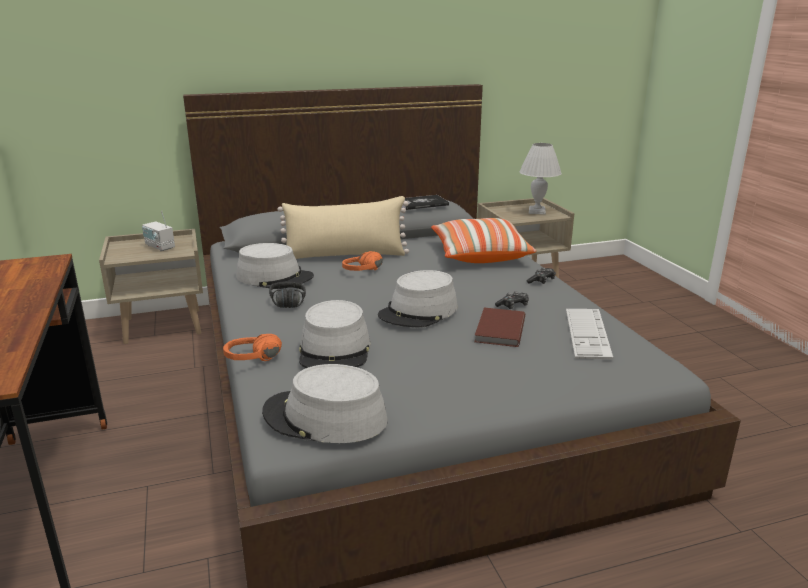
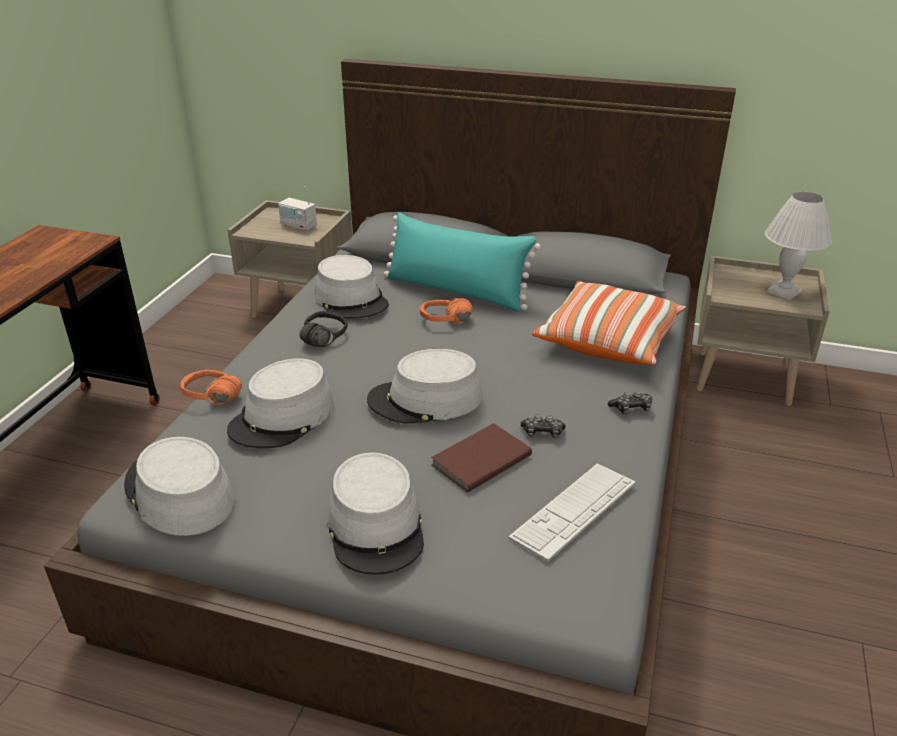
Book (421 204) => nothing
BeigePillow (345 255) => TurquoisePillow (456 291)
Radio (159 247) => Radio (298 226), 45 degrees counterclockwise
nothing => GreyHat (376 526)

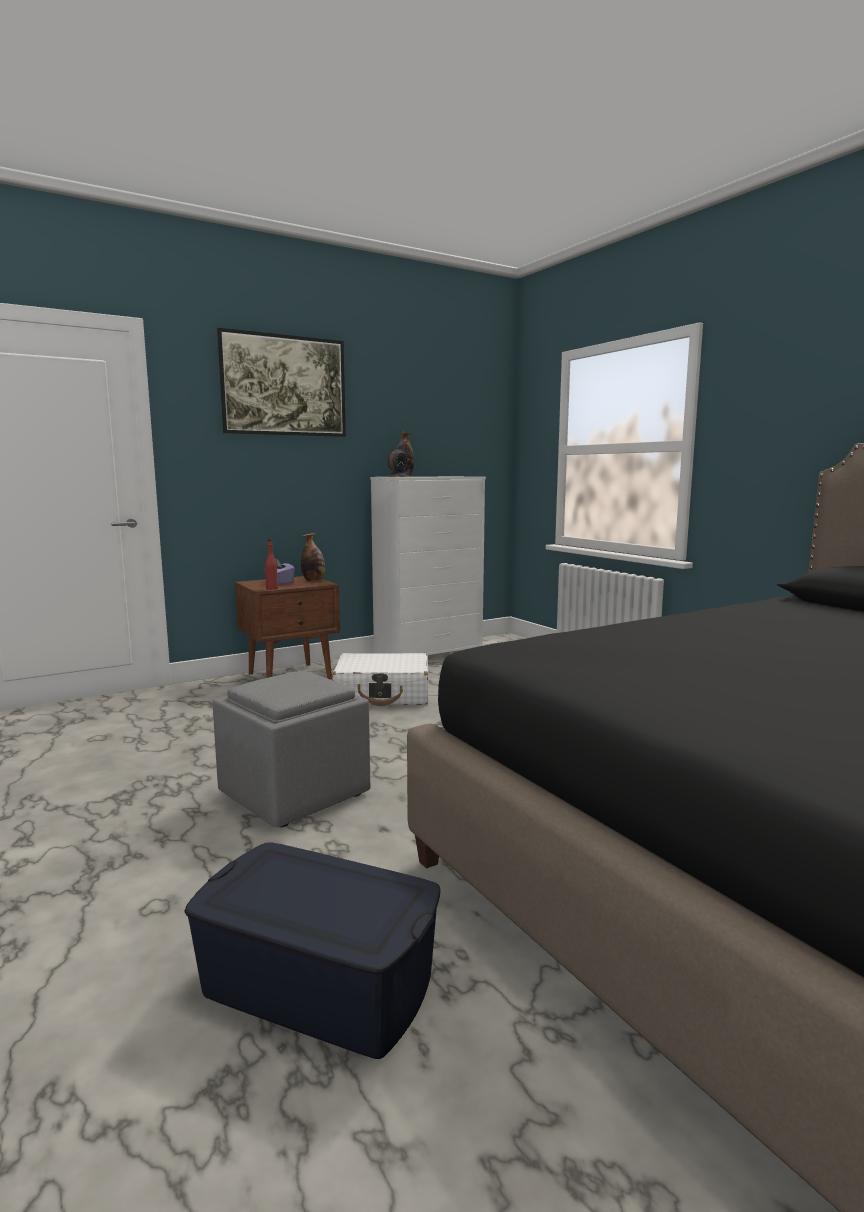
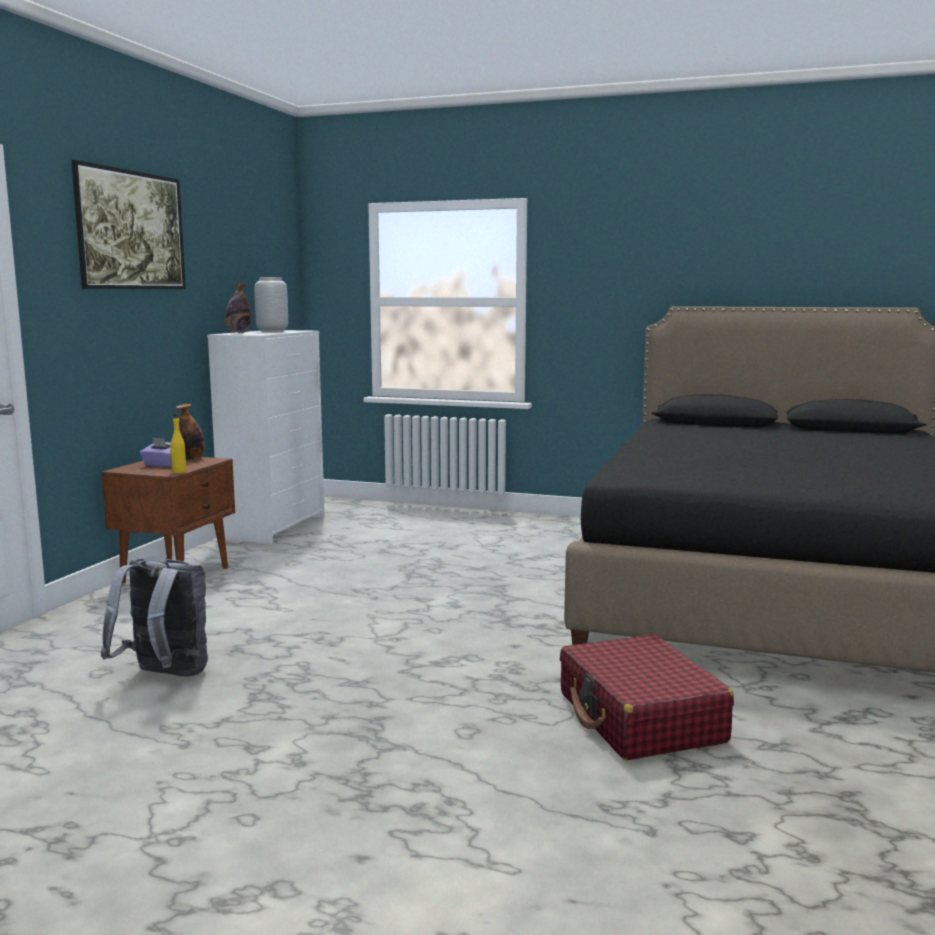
AlarmClock (397 476) => nothing
RedBottle (271 588) => YellowBottle (179 471)
WhiteSuitcase (383 694) => nothing
GreyOttoman (296 794) => nothing
BlueStorageBox (318 985) => RedSuitcase (640 718)
nothing => GreyVase (272 331)
nothing => GreyBackpack (164 676)

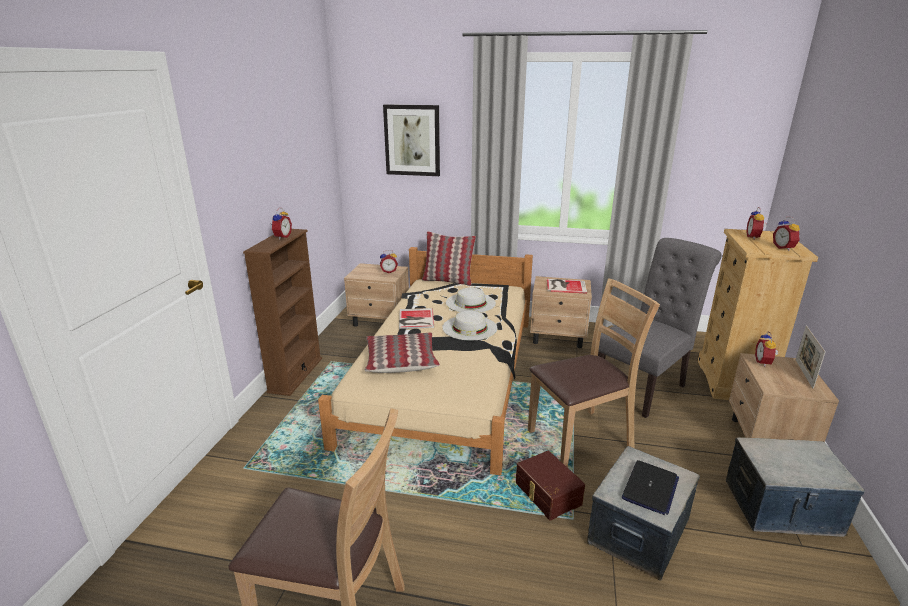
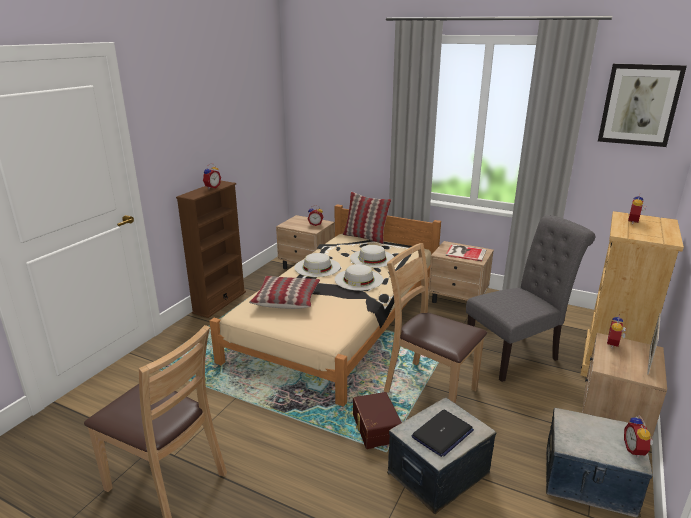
Picture (412 140) => Picture (639 105), moved
AlarmClock (784 248) => AlarmClock (635 450), moved
BrownChair (580 438) => BrownChair (429 389), 135 degrees counterclockwise
Book (415 319) => WhiteHat (317 267)

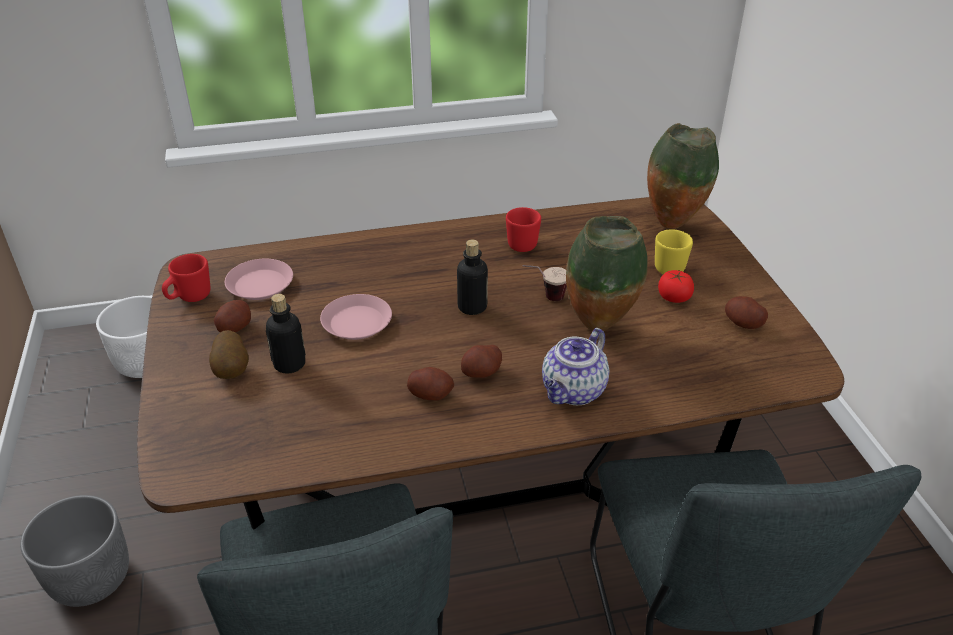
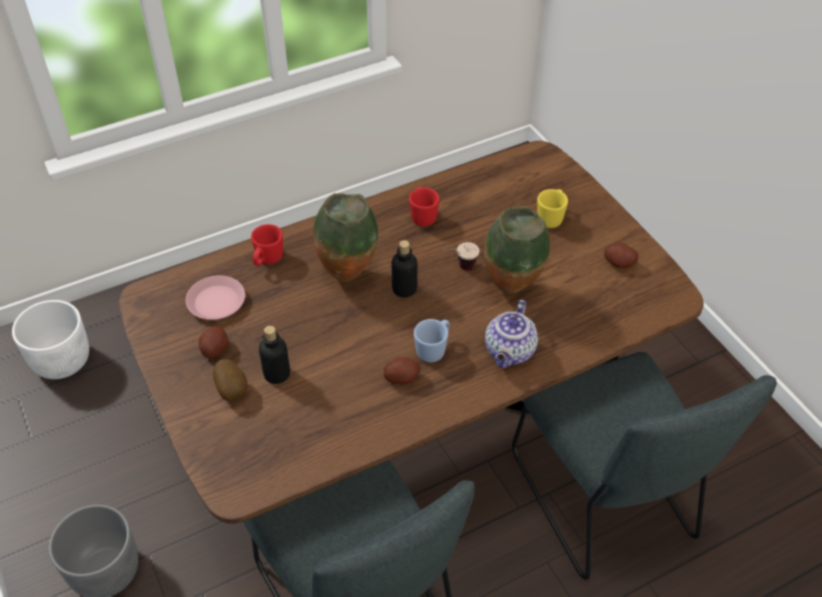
Vase (673 224) => Vase (348 275), moved
RedMug (189 298) => RedMug (267 260), moved
Tomato (674 297) => nothing
PinkPlate (357 322) => nothing
Potato (481 372) => BlueMug (434 349)

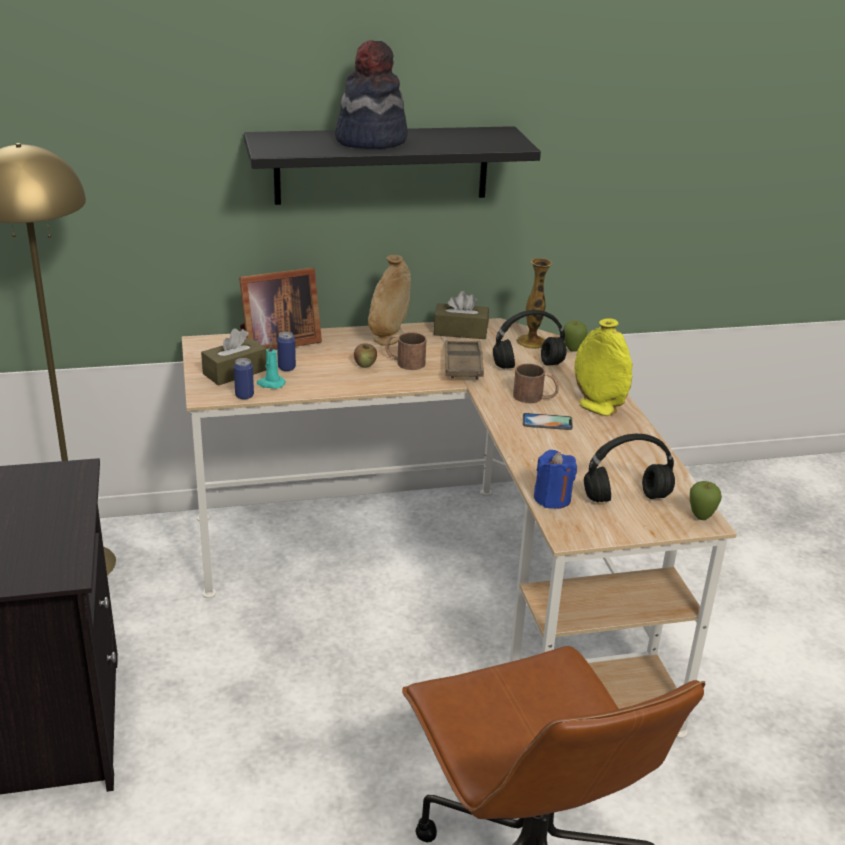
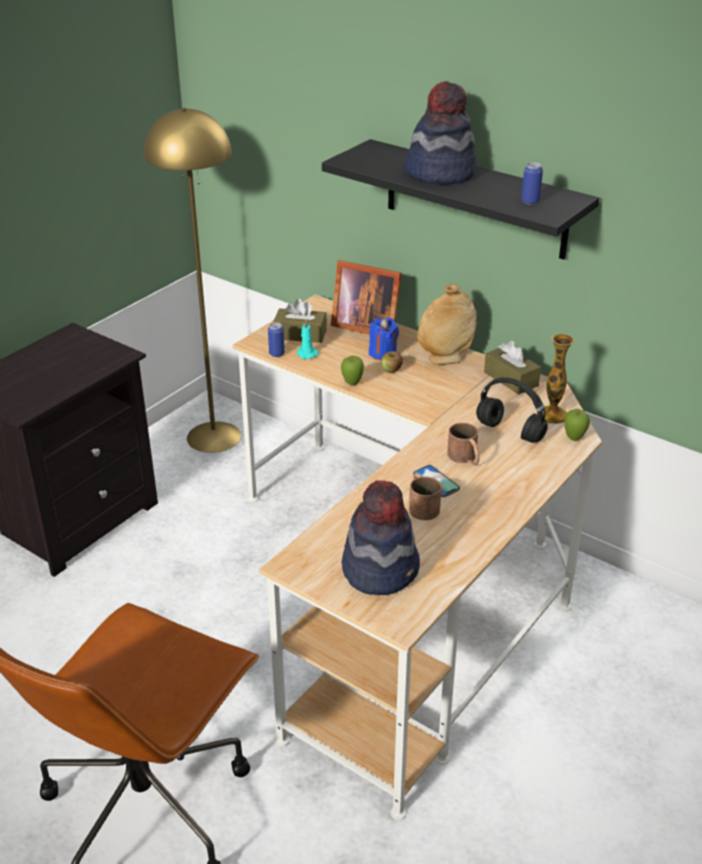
YellowVase (597 407) => nothing
Can (286 368) => Can (530 201), moved
BrownMug (404 362) => BrownMug (421 505), moved
BrownTray (463 365) => nothing
BlackHeadphones (627 497) => Hat (381 569)
BlueCandle (552 498) => BlueCandle (383 353), moved
Apple (700 518) => Apple (352 384), moved

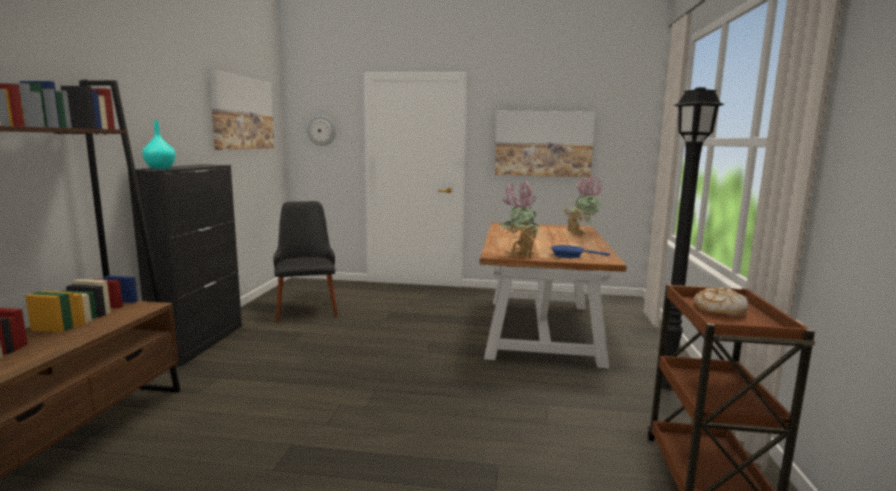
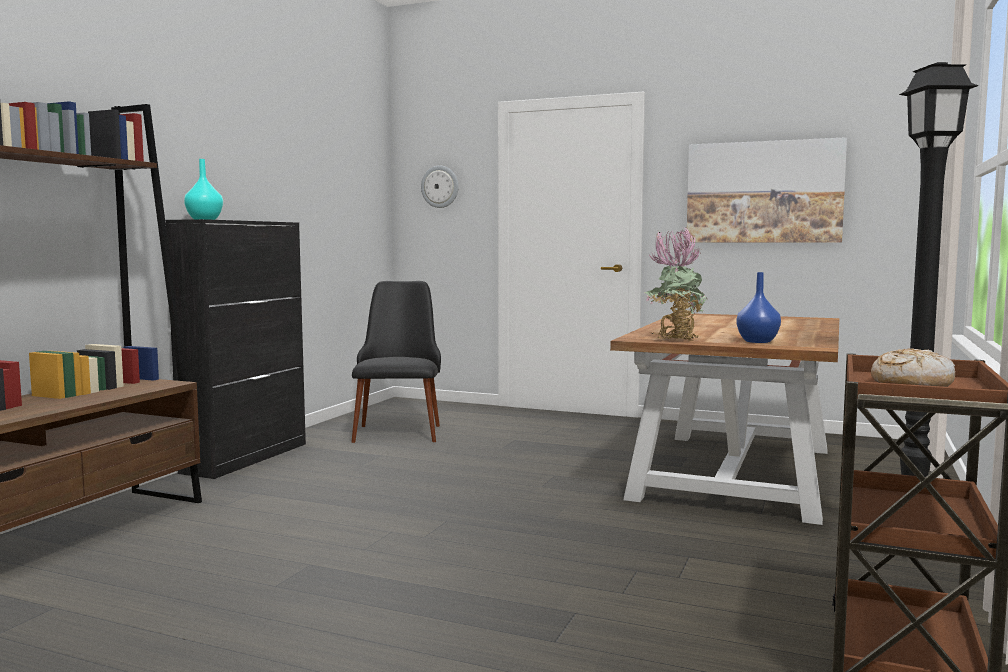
Picture (242 113) => nothing
PottedPlant (581 234) => nothing
BlueFryingPan (570 255) => BlueVase (756 341)

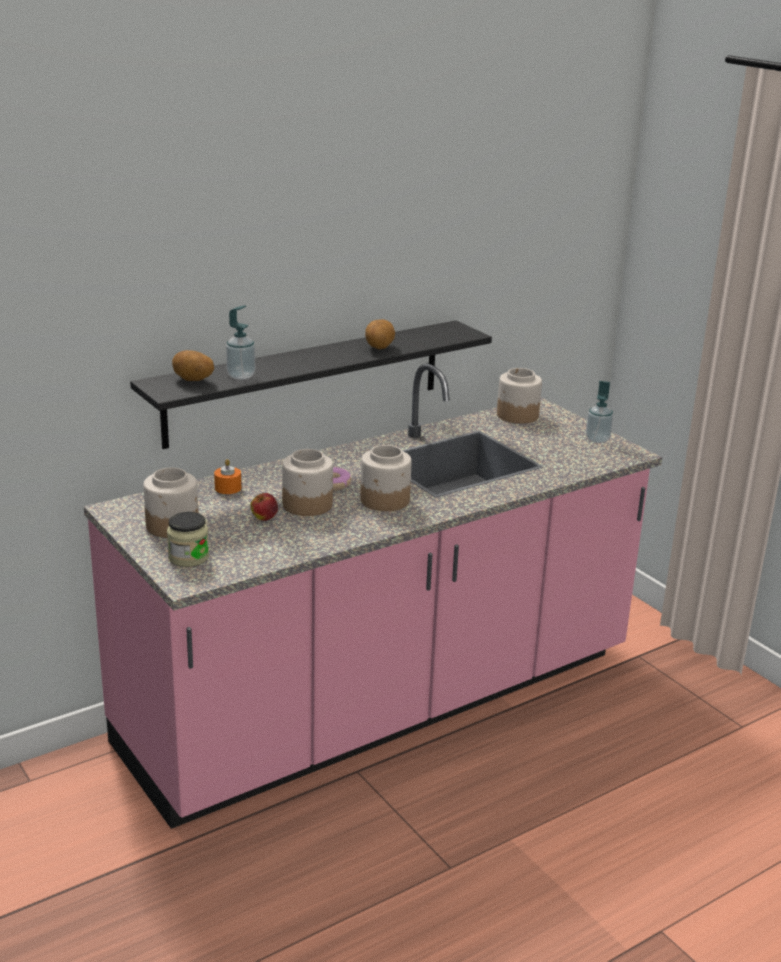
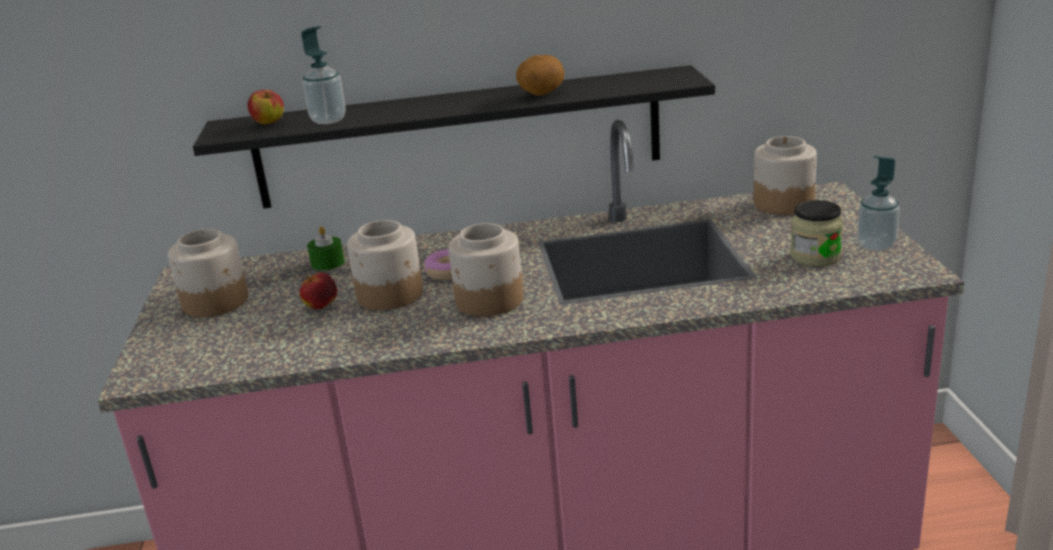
Potato (193 380) => Apple (269 123)
OrangeCandle (228 488) => GreenCandle (327 263)
Jar (188 557) => Jar (815 256), moved

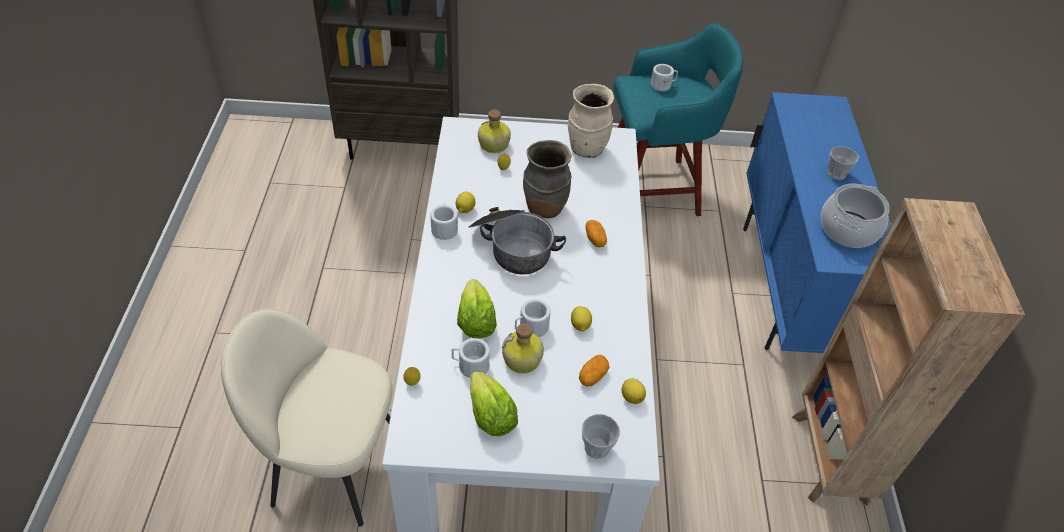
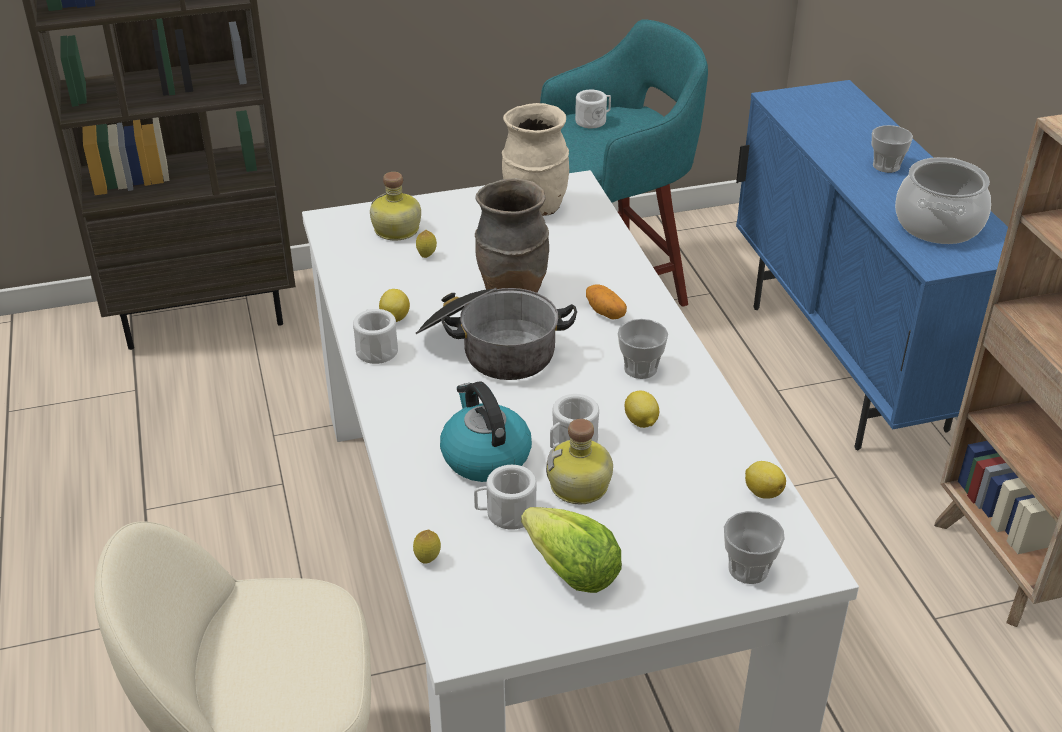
Lettuce (475 322) => Kettle (484 456)
Potato (592 376) => nothing
nothing => Cup (640 368)

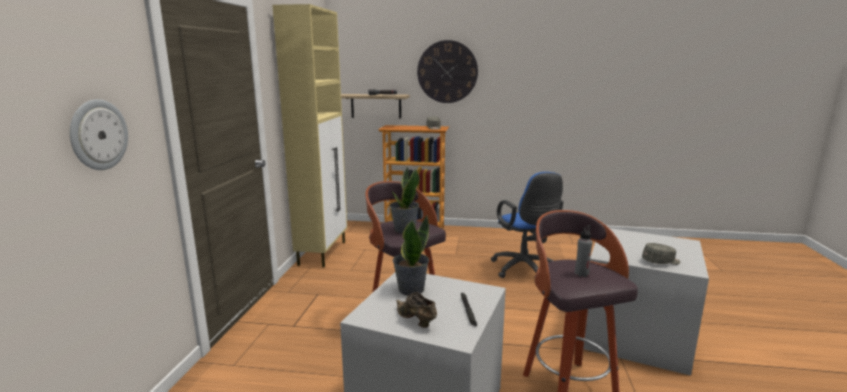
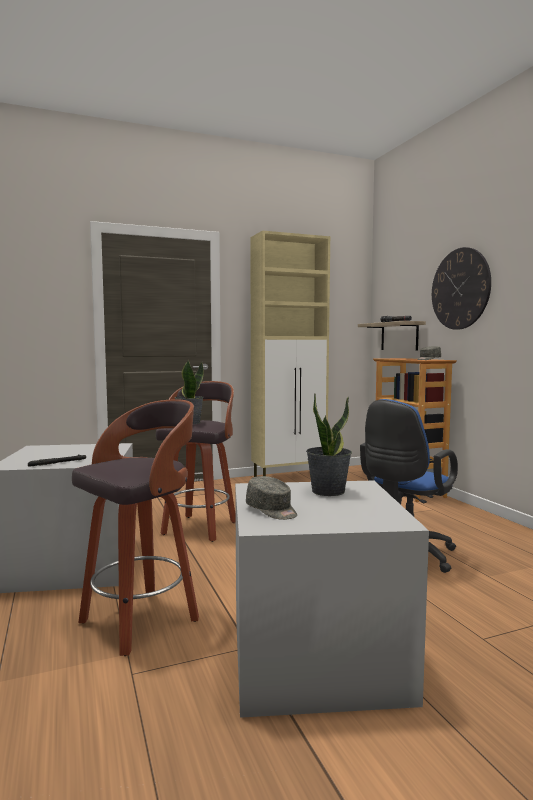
WallClock (98 135) => nothing
PottedPlant (410 289) => PottedPlant (328 491), moved
GreyBottle (581 274) => nothing
BrownShoe (416 320) => nothing

